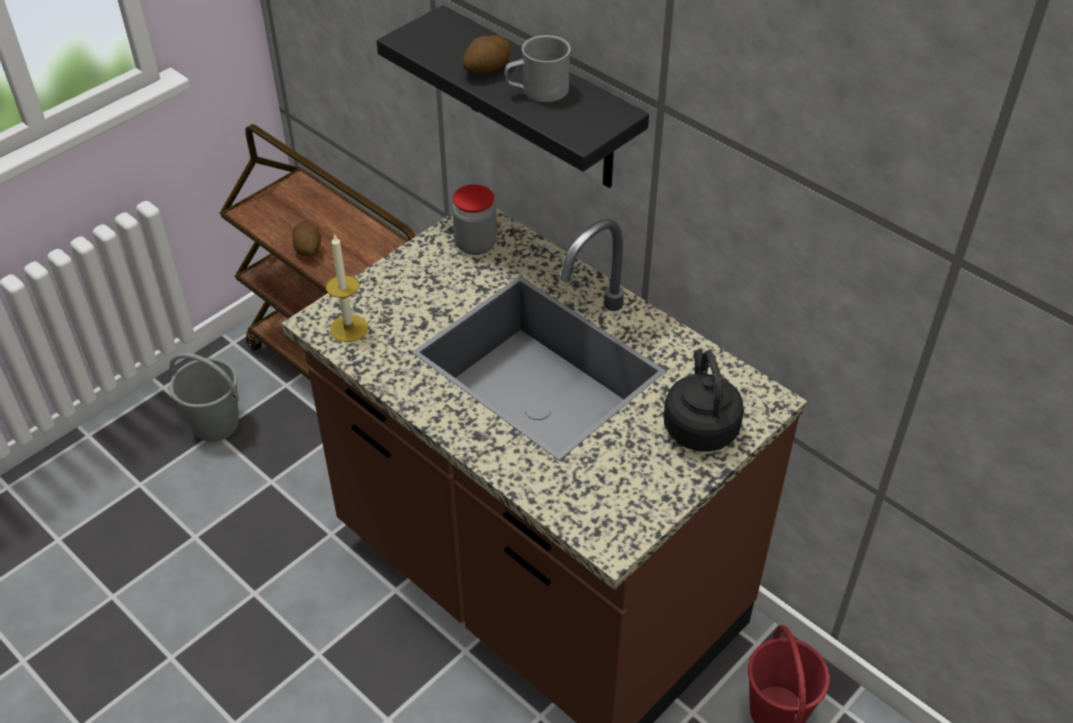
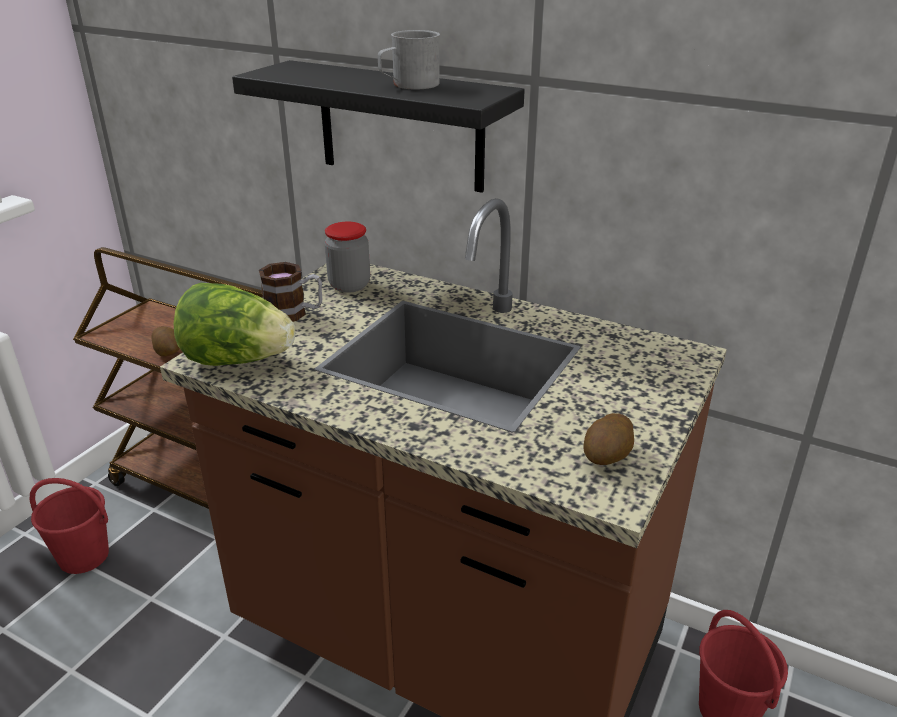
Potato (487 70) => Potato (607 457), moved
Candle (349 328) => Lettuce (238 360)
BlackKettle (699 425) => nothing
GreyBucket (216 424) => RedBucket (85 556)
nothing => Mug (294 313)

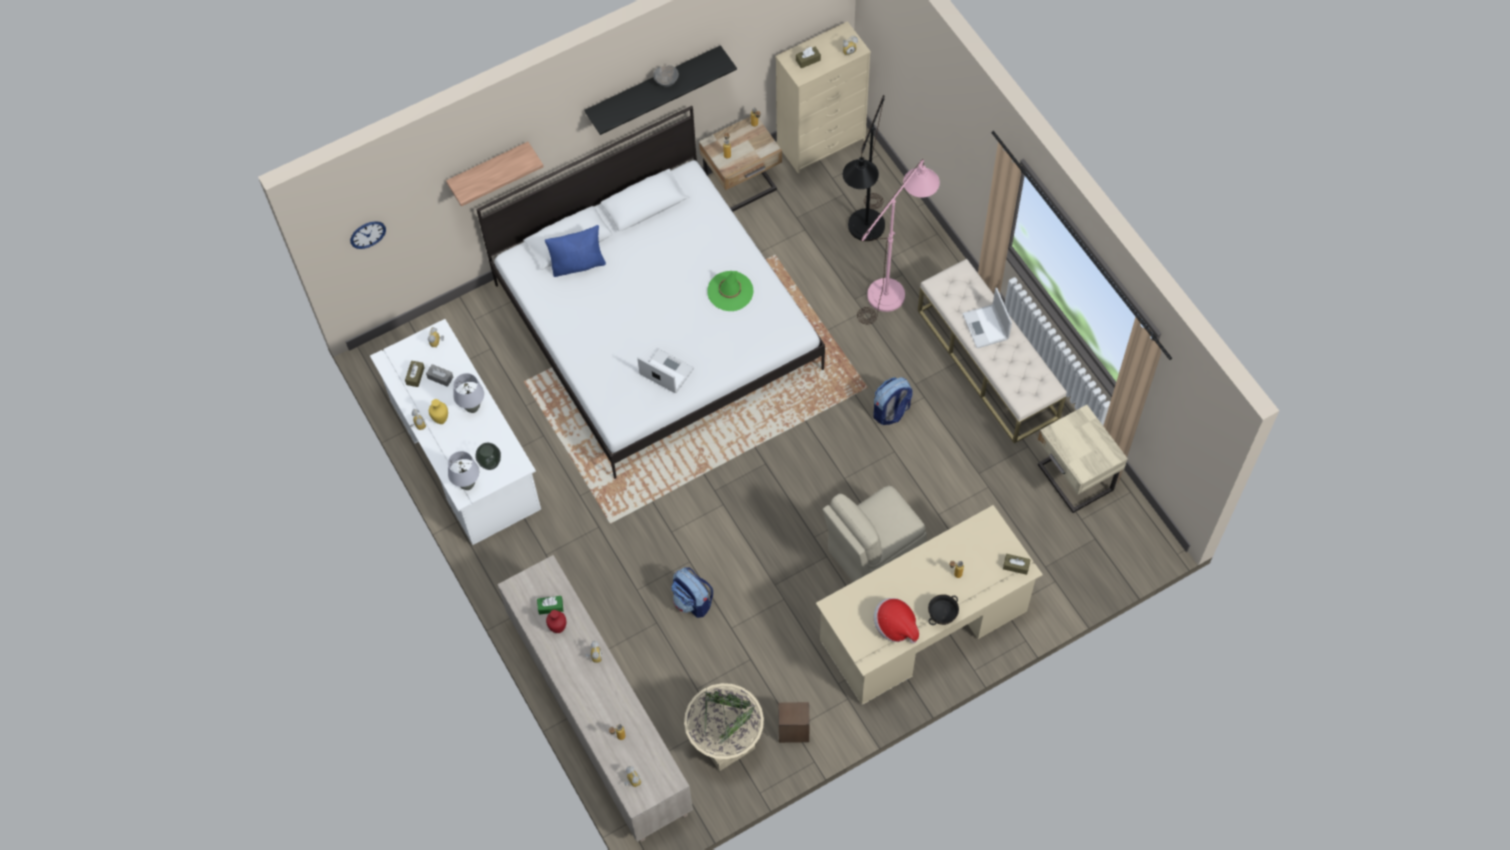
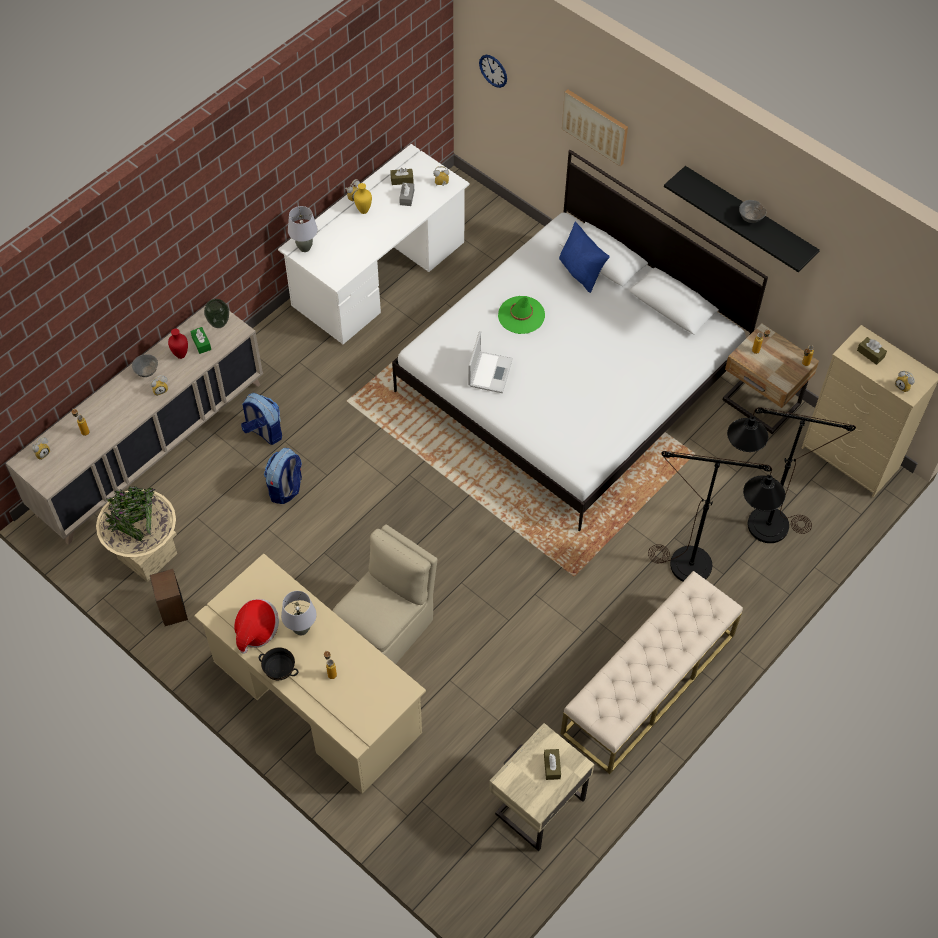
Shelf (489 169) => Picture (595 126)
PinkFloorLamp (893 288) => BlackFloorLamp (702 569)
GreenHat (730 291) => GreenHat (521 315), moved
Laptop (986 327) => nothing
GreyTableLamp (472 408) => GreyTableLamp (301 629), moved
Backpack (891 412) => Backpack (263 432), moved
Vase (491 464) => Vase (219 324), moved
BeigeChair (873 552) => BeigeChair (386 630), 90 degrees clockwise
BrownTissueBox (1016 566) => BrownTissueBox (552 766), moved
nothing => GreyBowl (147 372)

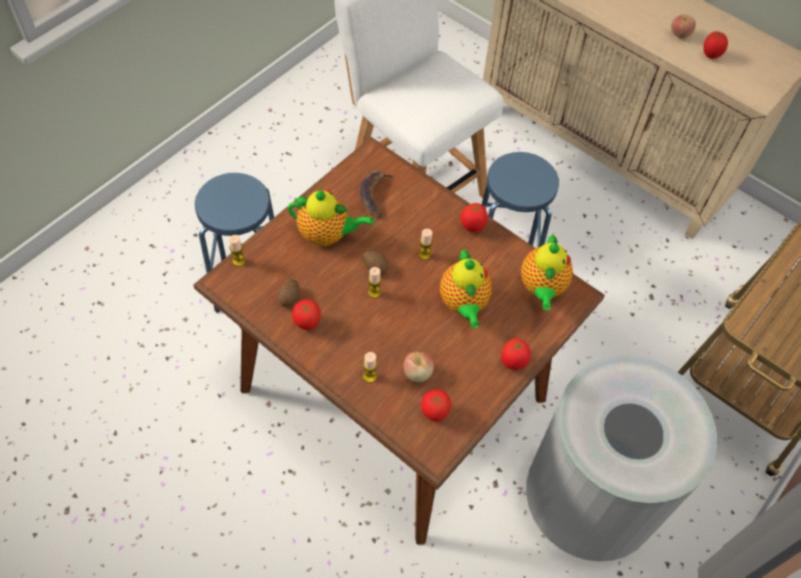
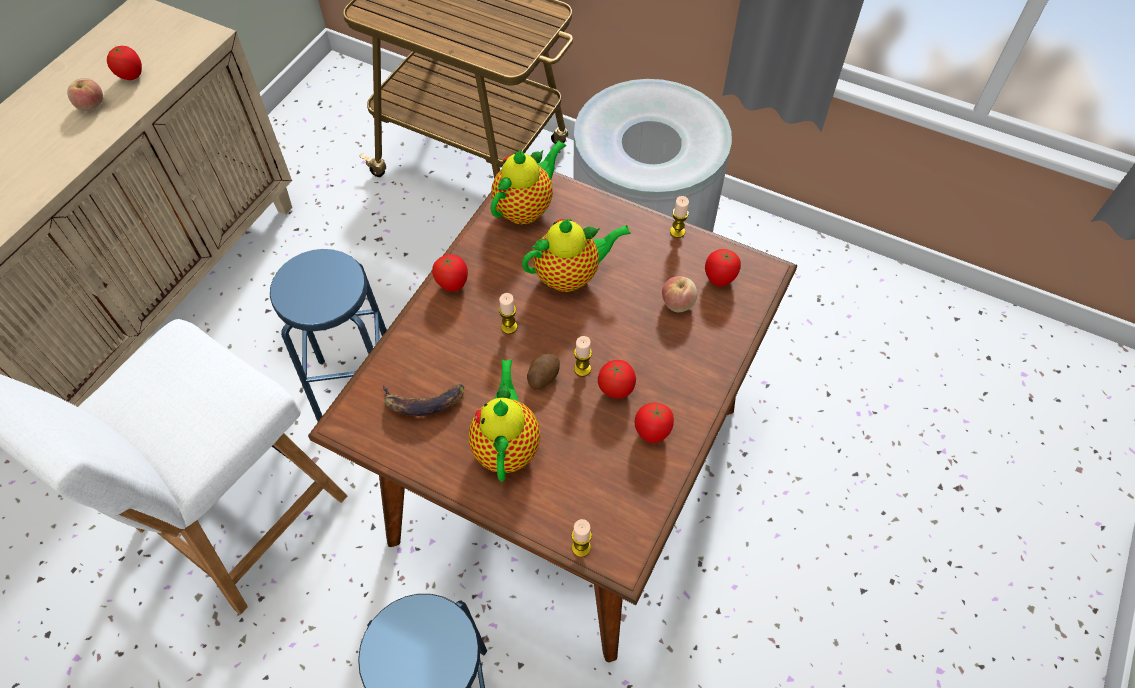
Teapot (542 288) => Teapot (526 208), 45 degrees counterclockwise
Potato (289 297) => nothing
Tomato (513 362) => Tomato (616 389), moved
Candle (370 376) => Candle (677 232), moved

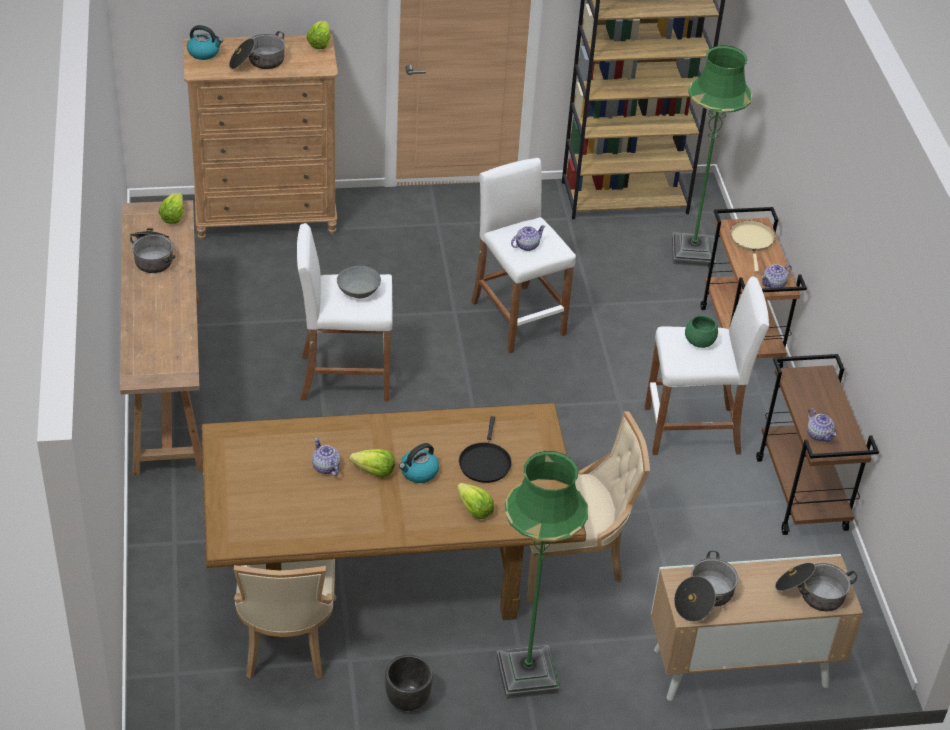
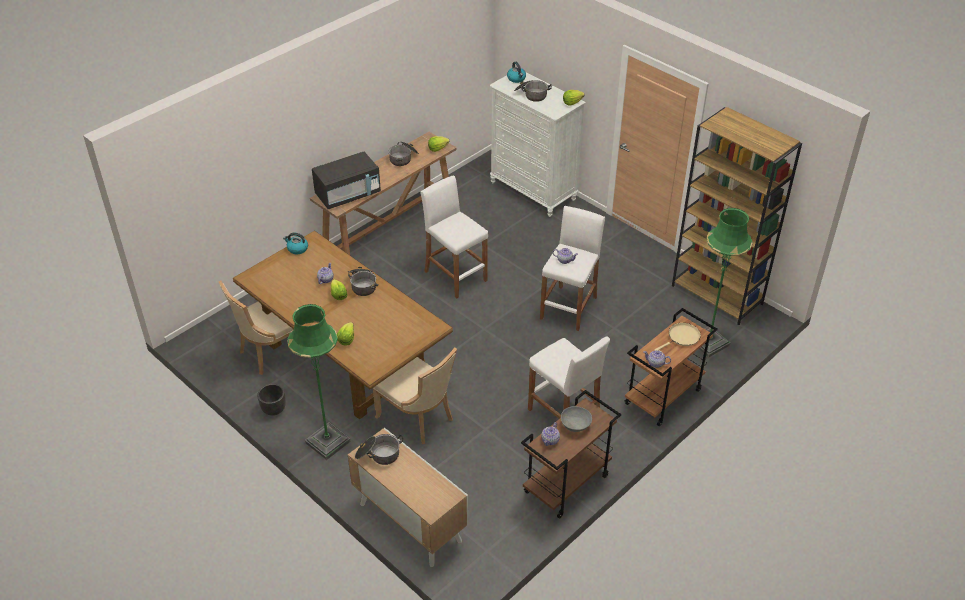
BrownDresser (266 216) => WhiteDresser (533 191)
GreyBowl (359 291) => GreyBowl (576 425), moved
GreenBowl (699 342) => nothing
BlackFryingPan (485 462) => nothing
Kettle (418 472) => Kettle (297 249), moved
CookingPot (811 593) => CookingPot (363 285), moved
nothing => BlackMicrowave (348 195)

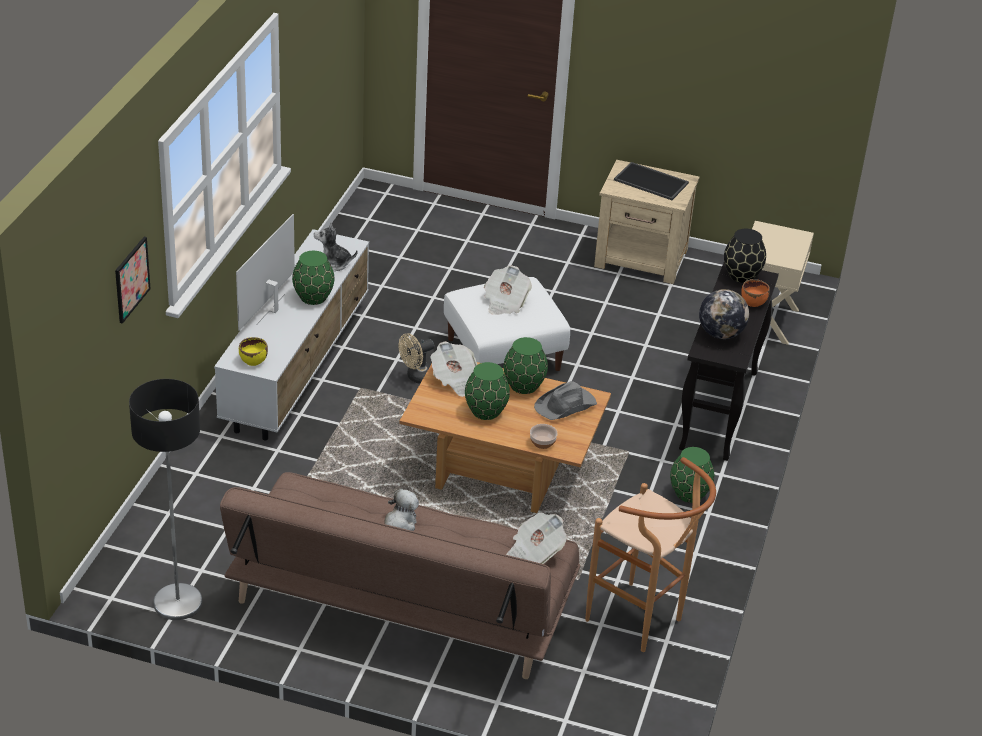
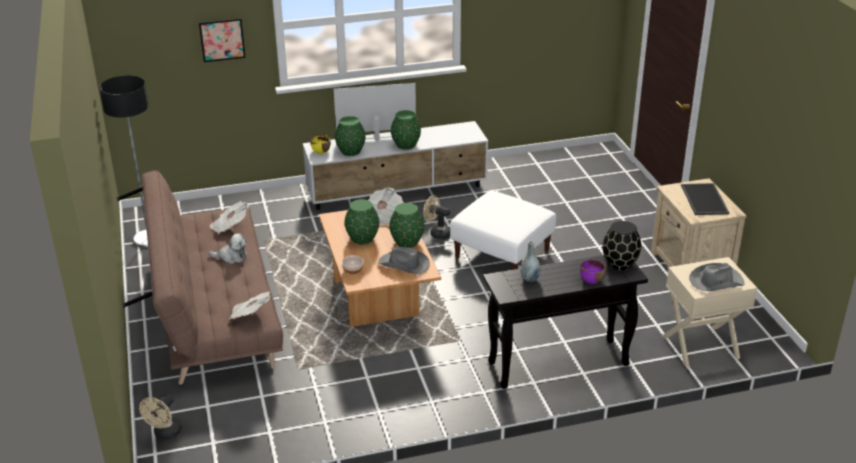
PlushToy (333 263) => nothing
Newspaper (505 302) => Newspaper (230 226), moved
OrangeBowl (753 302) => PurpleBowl (591 280)
Globe (720 334) => GreyVase (529 279)
GreenVase (688 494) => GreenVase (350 151), moved
BrownStool (642 623) => nothing
nothing => GreyHat (715 281)
nothing => BeigeFan (165 434)

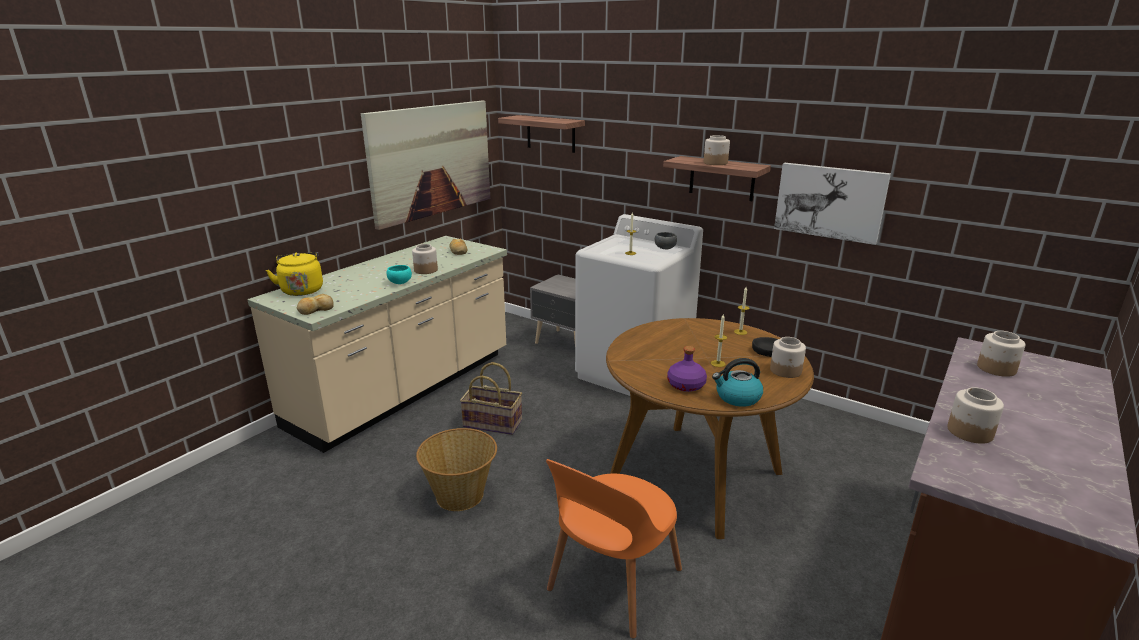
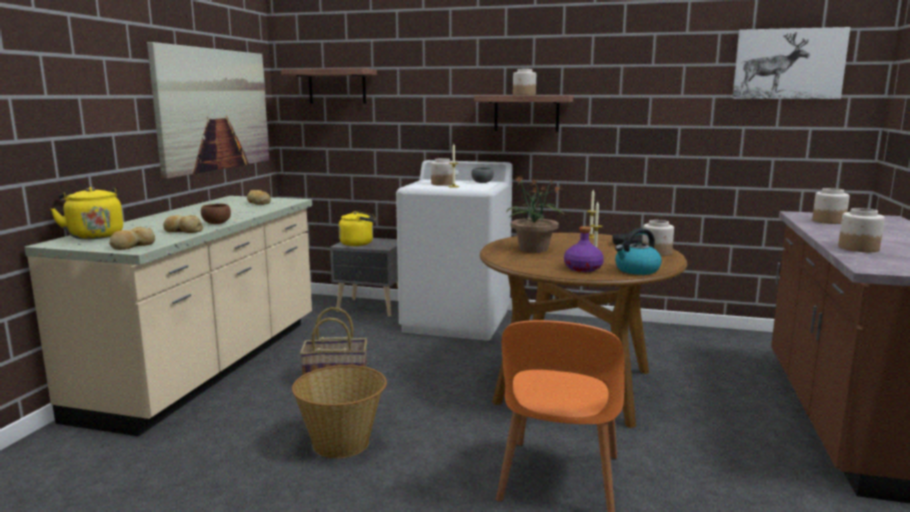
Picture (830 202) => Picture (788 64), moved
Jar (425 270) => Jar (442 184), moved
TurquoiseBowl (400 283) => BrownBowl (217 223)
nothing => PottedPlant (533 249)
nothing => YellowKettle (359 243)
nothing => Bread (183 231)

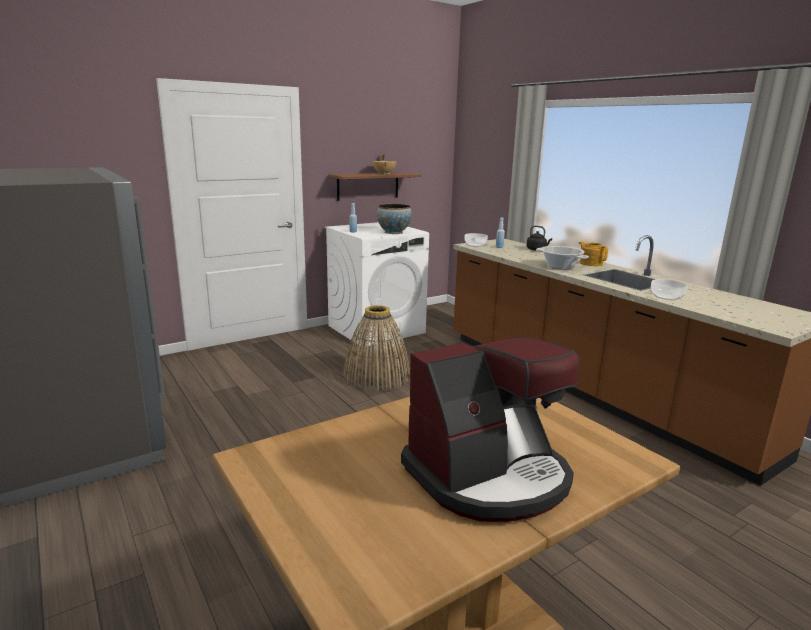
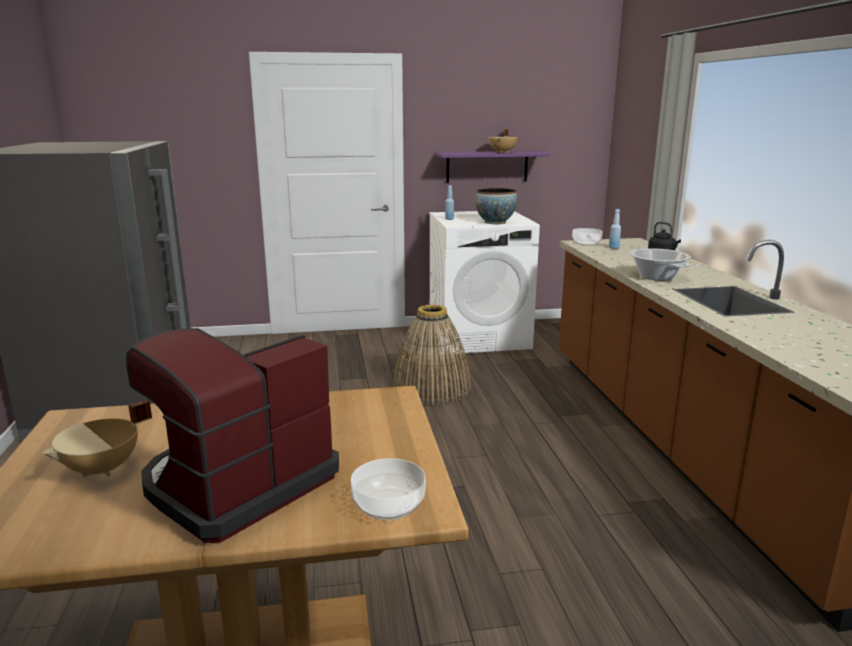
BrownShelf (368 186) => PurpleShelf (487 166)
Teapot (591 263) => nothing
Bowl (666 297) => Bowl (388 505), moved
CoffeeMachine (489 476) => CoffeeMachine (237 485), 135 degrees clockwise
nothing => BeigeCookingPot (103 470)

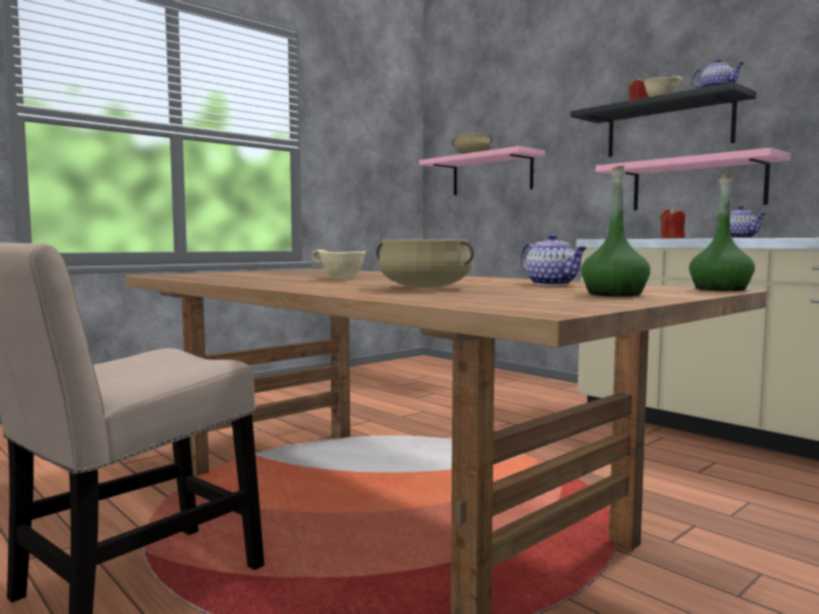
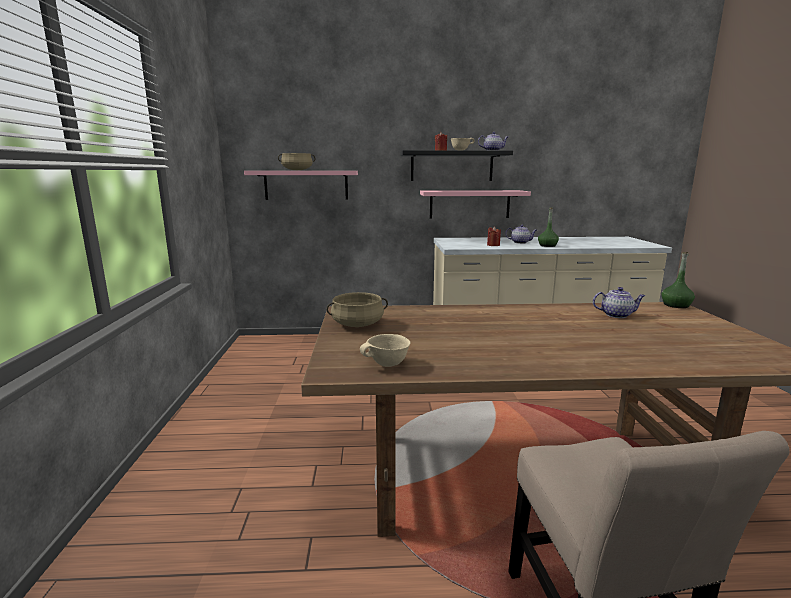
GreenBottle (613 294) => GreenBottle (547 245), moved
BeigeCookingPot (424 288) => BeigeCookingPot (357 324), moved
BeigeBowl (340 278) => BeigeBowl (387 364), moved

